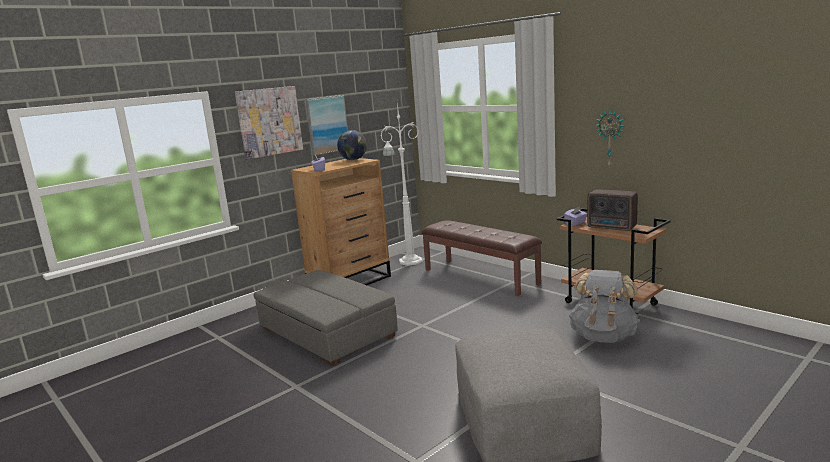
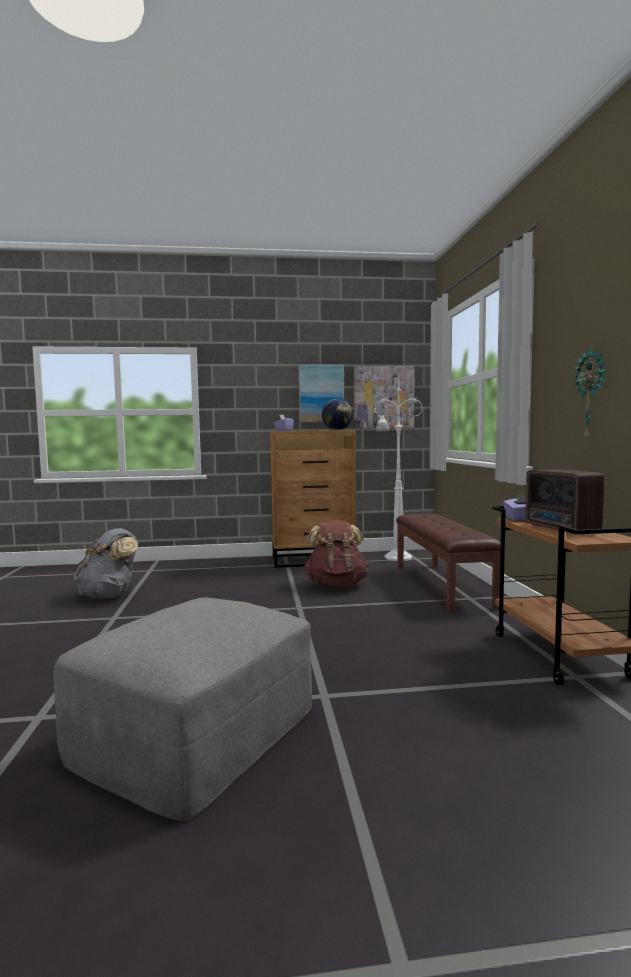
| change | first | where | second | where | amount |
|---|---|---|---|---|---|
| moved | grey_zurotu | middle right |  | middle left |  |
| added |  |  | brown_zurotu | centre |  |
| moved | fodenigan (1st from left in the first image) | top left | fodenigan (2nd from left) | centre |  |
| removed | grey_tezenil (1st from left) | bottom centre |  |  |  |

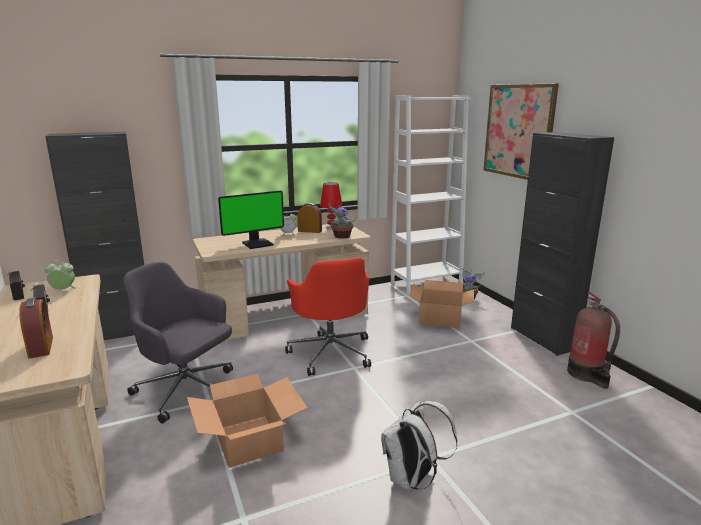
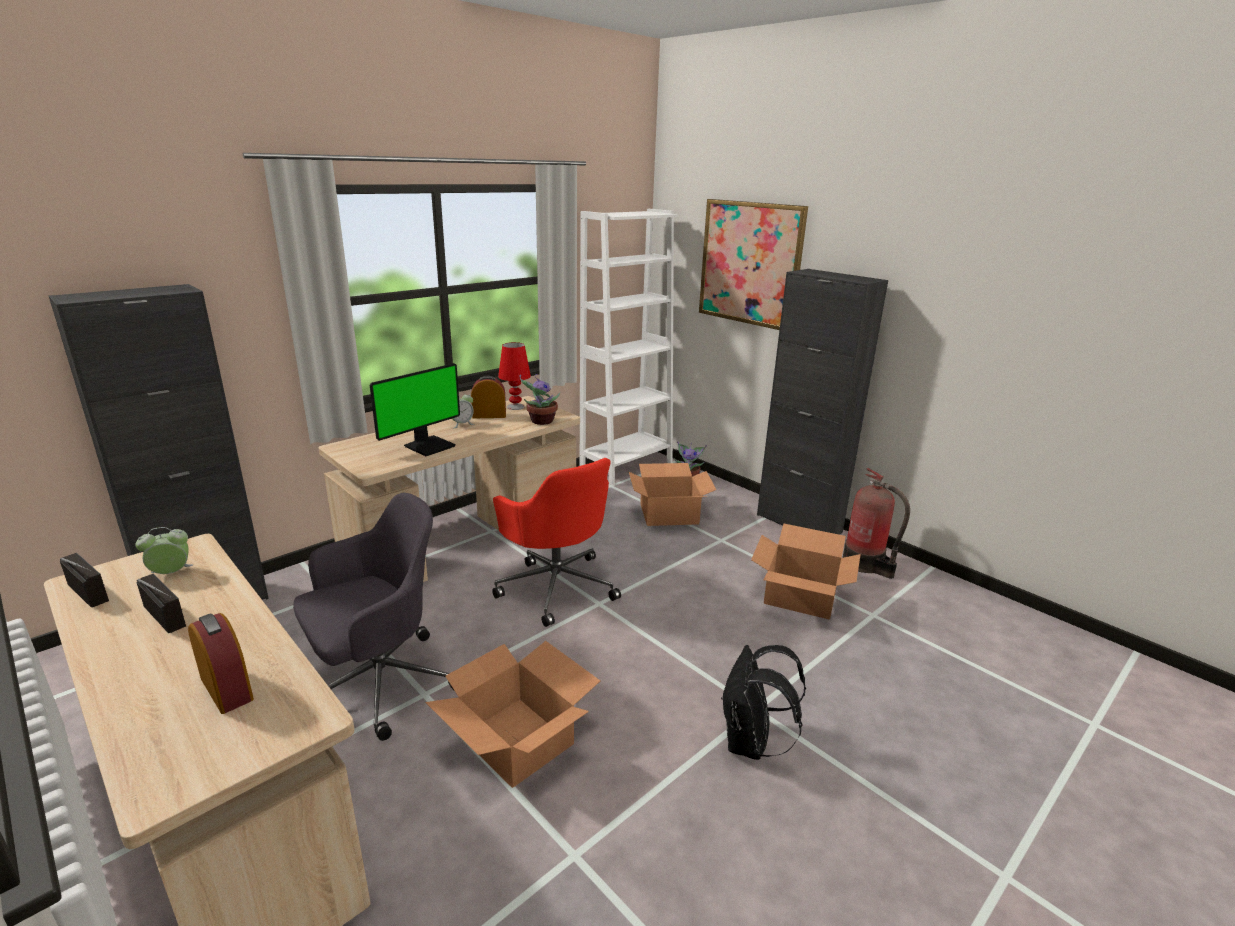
| change | first | where | second | where | amount |
|---|---|---|---|---|---|
| turned | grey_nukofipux | middle left |  | middle left | 135 degrees clockwise |
| recoloured | white_zurotu | bottom centre | black_zurotu | bottom centre |  |
| added |  |  | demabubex (3rd from left) | centre |  |

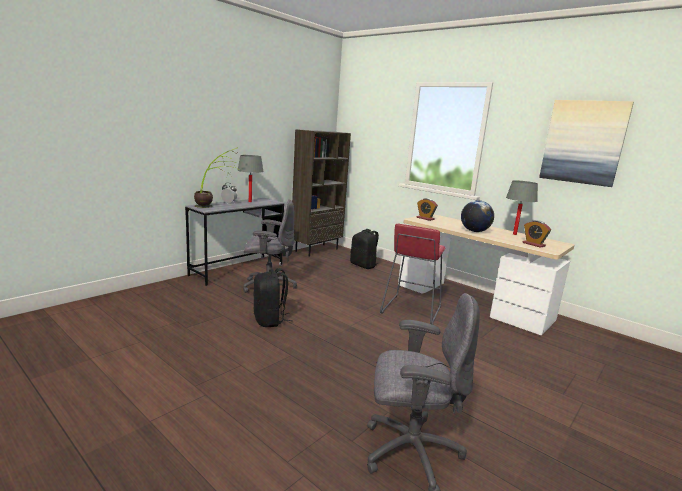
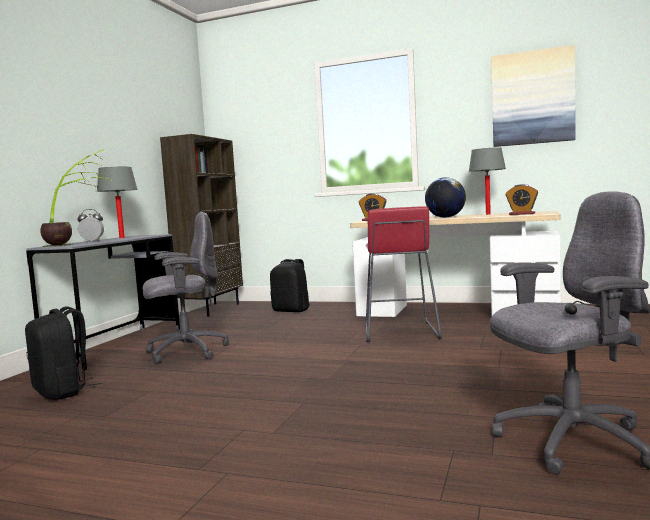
| change | first | where | second | where | amount |
|---|---|---|---|---|---|
| moved | black_zurotu (1st from left) | centre |  | bottom left |  |

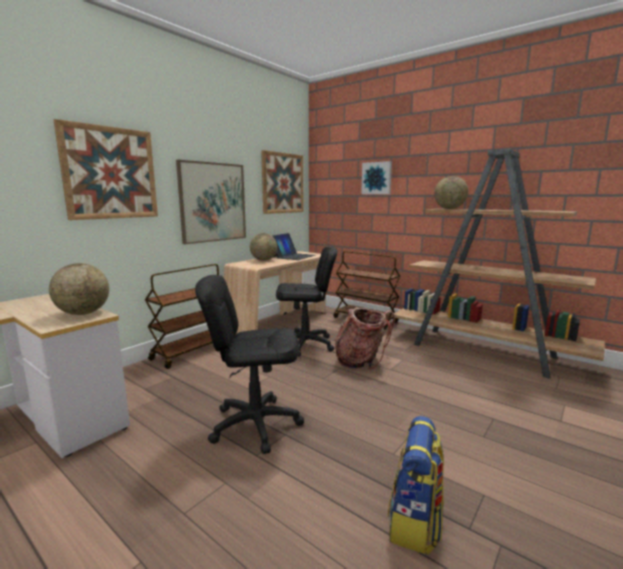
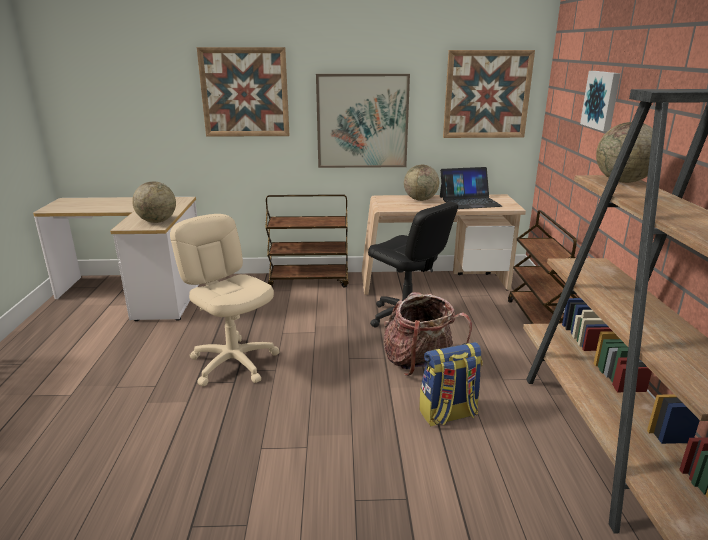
| change | first | where | second | where | amount |
|---|---|---|---|---|---|
| recoloured | black_nukofipux (1st from left) | centre | beige_nukofipux | middle left |  |
| moved | zurotu (2nd from left) | bottom right |  | bottom centre |  |

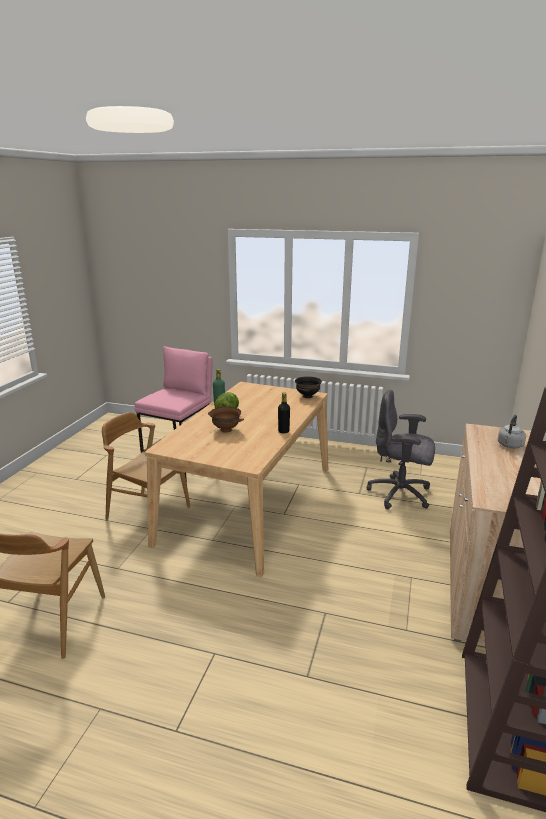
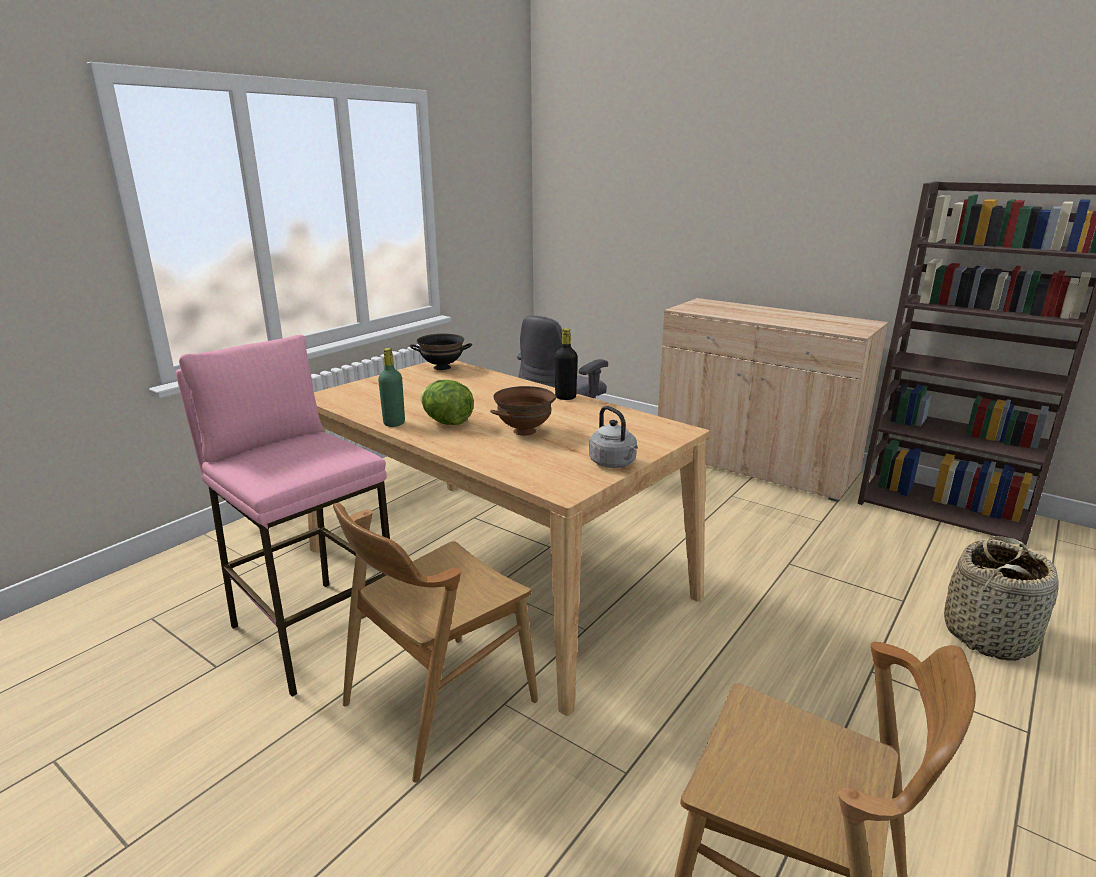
| change | first | where | second | where | amount |
|---|---|---|---|---|---|
| moved | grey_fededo | middle right |  | centre |  |
| added |  |  | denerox | bottom right |  |

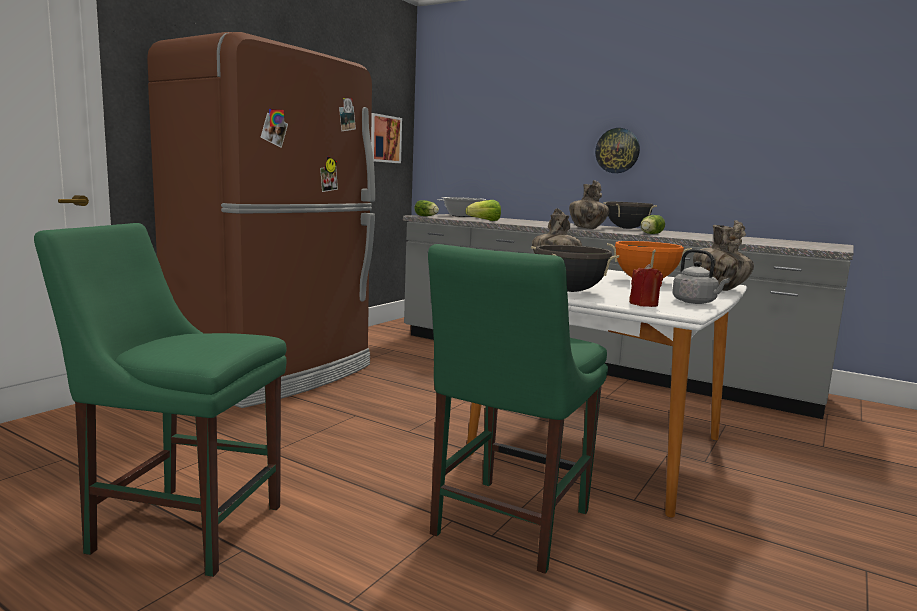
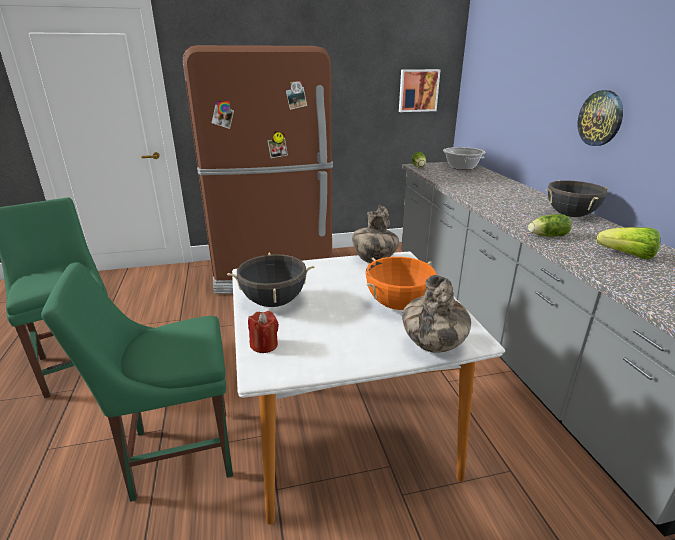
| change | first | where | second | where | amount |
|---|---|---|---|---|---|
| moved | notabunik (2nd from left in the first image) | centre | notabunik (3rd from left) | middle right |  |
| removed | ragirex (2nd from left) | centre |  |  |  |
| removed | grey_fededo | middle right |  |  |  |

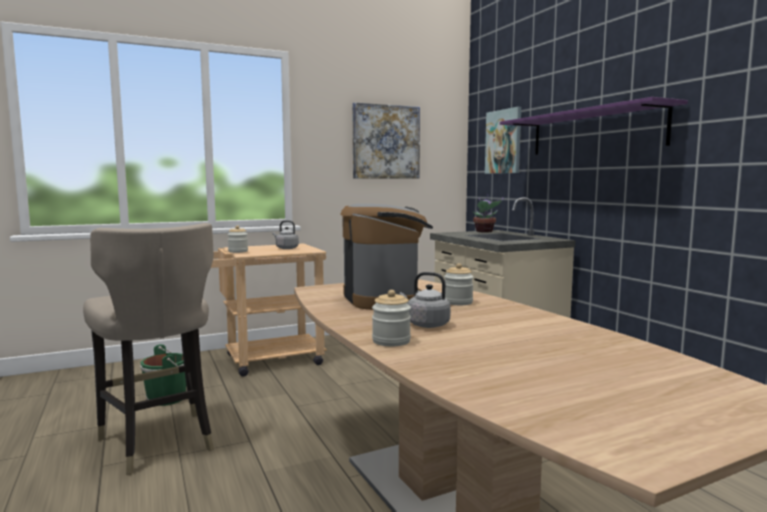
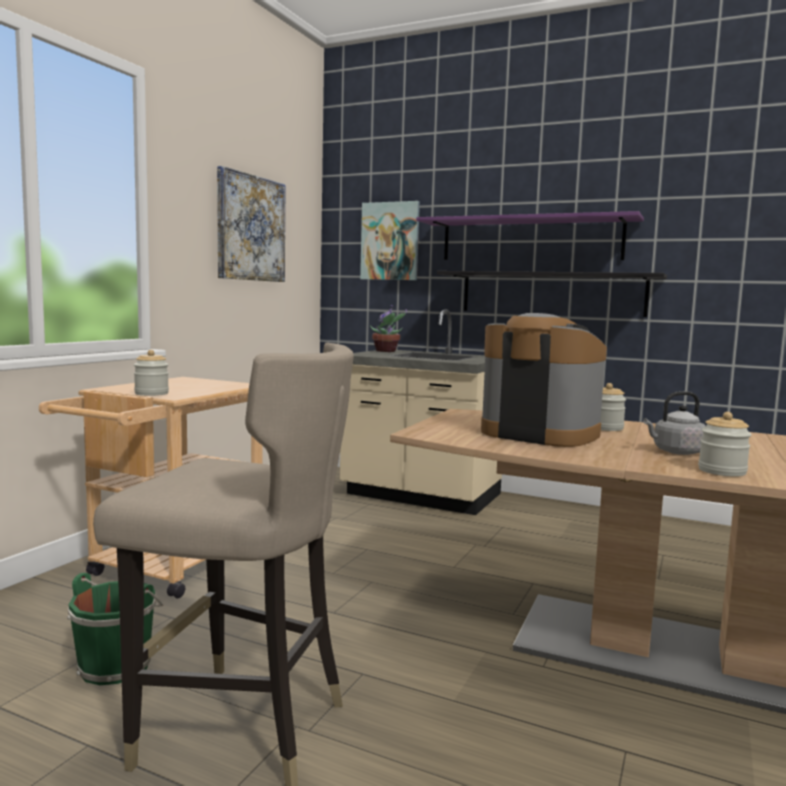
| change | first | where | second | where | amount |
|---|---|---|---|---|---|
| added |  |  | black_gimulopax | middle right |  |
| removed | grey_fededo (1st from left) | centre |  |  |  |

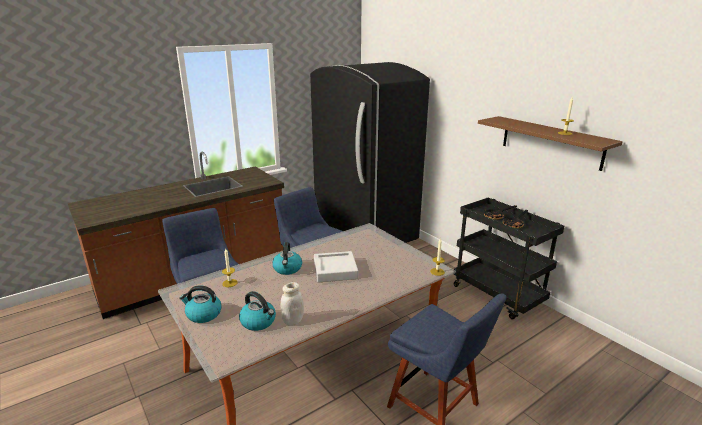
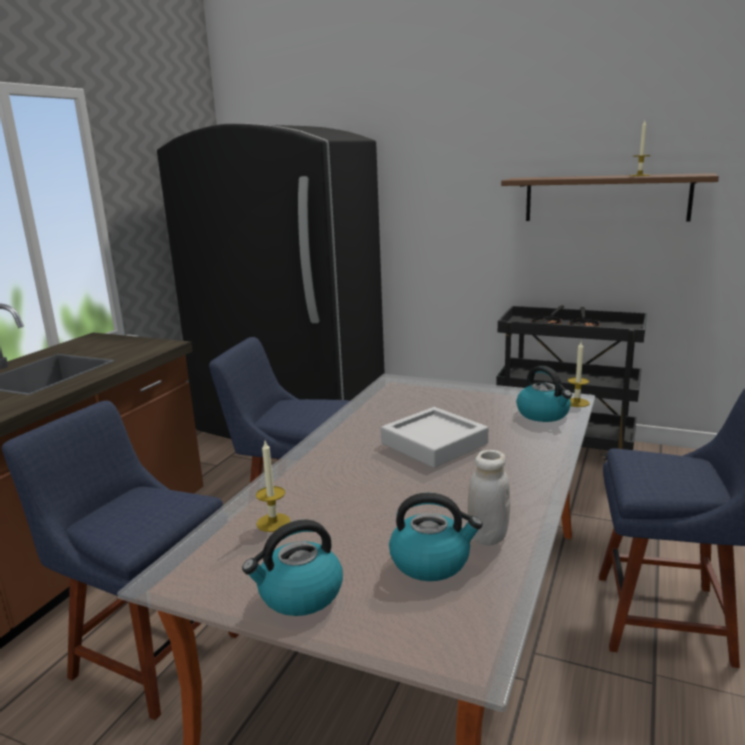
| change | first | where | second | where | amount |
|---|---|---|---|---|---|
| moved | fededo (3rd from left) | centre |  | middle right |  |

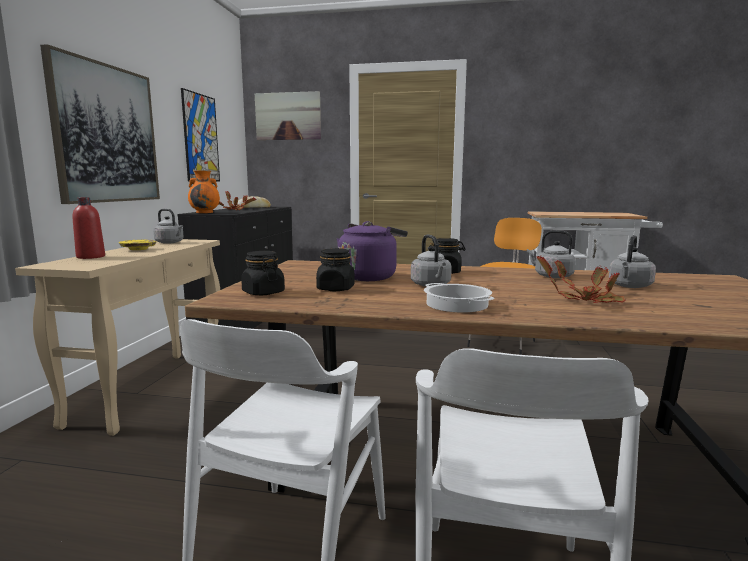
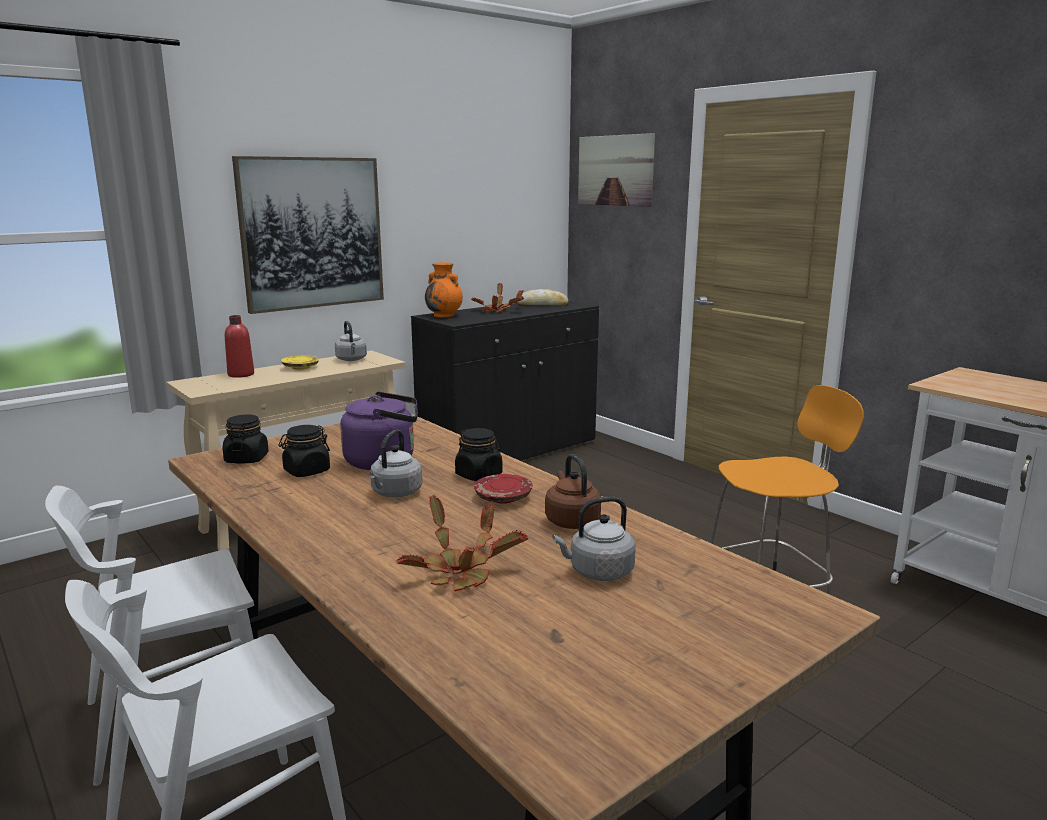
| change | first | where | second | where | amount |
|---|---|---|---|---|---|
| added |  |  | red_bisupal | centre |  |
| recoloured | grey_fededo (3rd from left) | middle right | brown_fededo | centre |  |
| removed | fodenigan (2nd from left) | top left |  |  |  |
| removed | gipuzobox | centre |  |  |  |

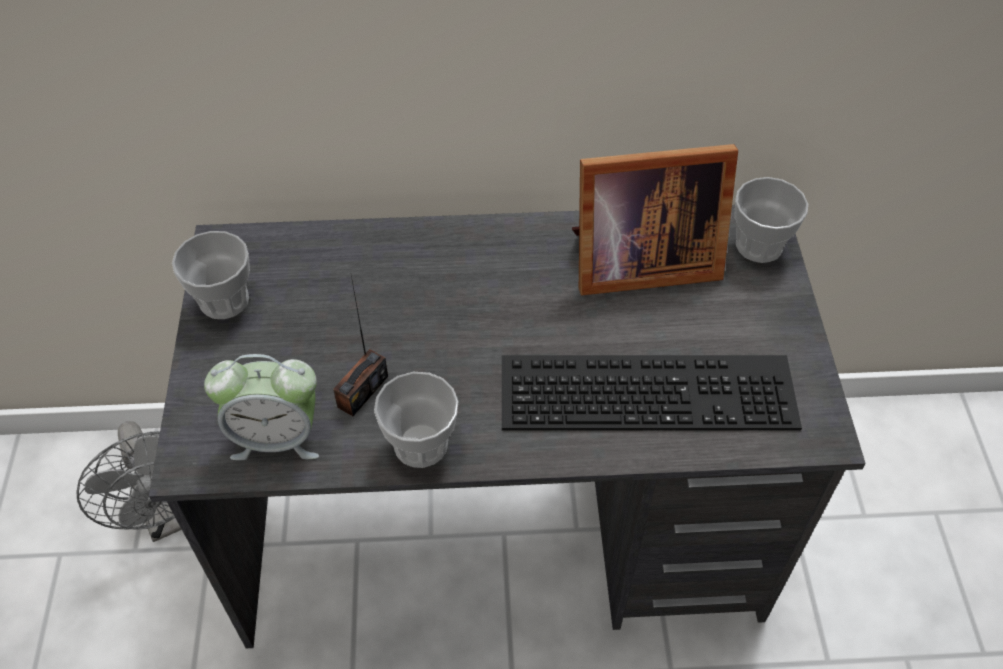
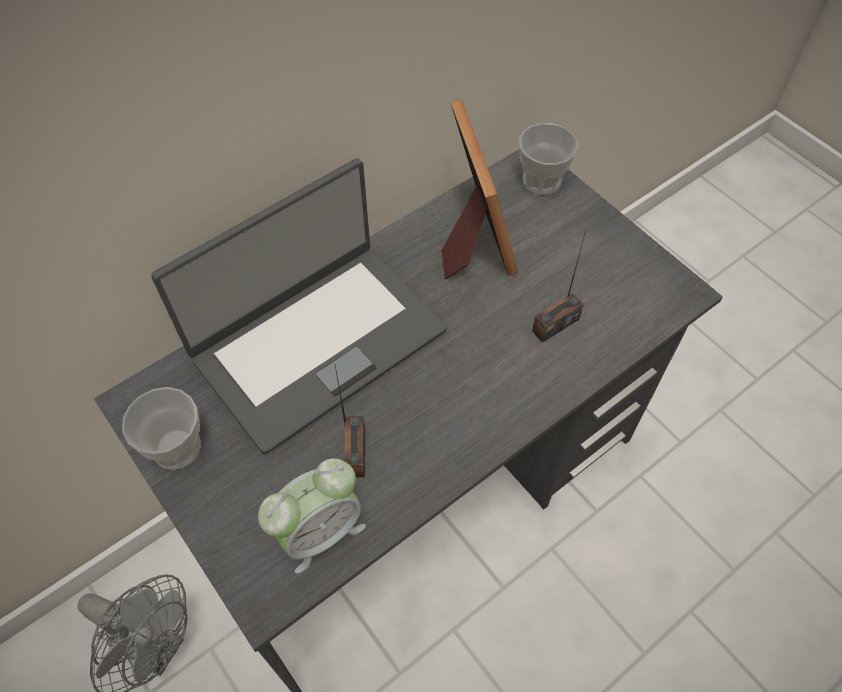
| change | first | where | second | where | amount |
|---|---|---|---|---|---|
| added |  |  | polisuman | centre |  |
| turned | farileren | top centre |  | top centre | 60 degrees counterclockwise |
| replaced | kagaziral | centre | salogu (2nd from left) | centre |  |
| removed | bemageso (2nd from left) | centre |  |  |  |

